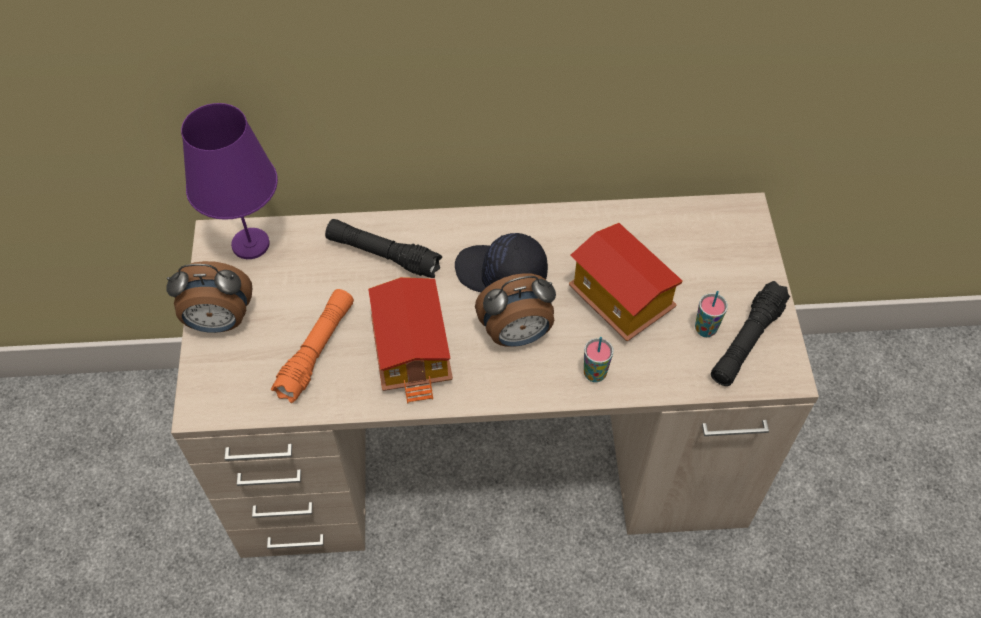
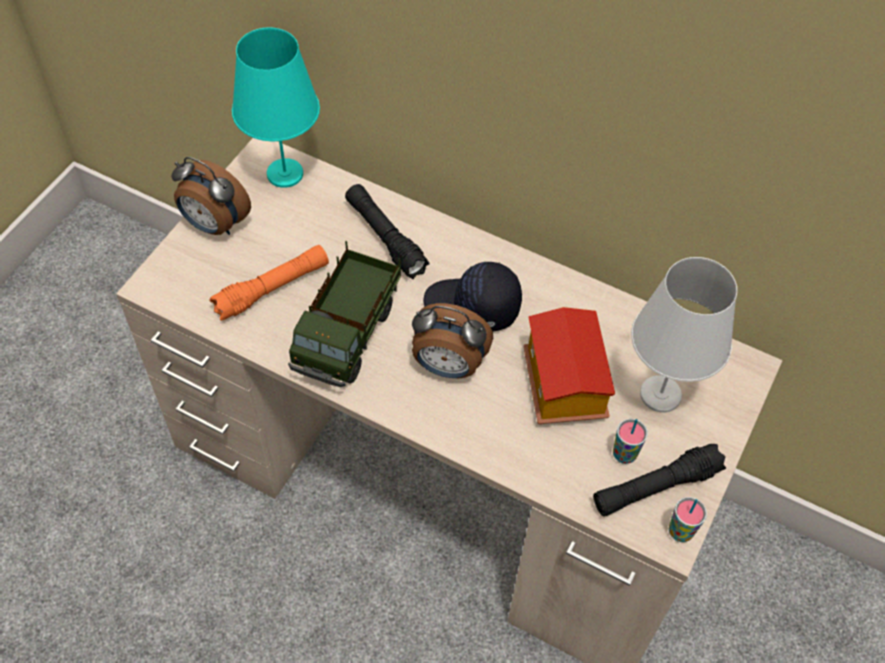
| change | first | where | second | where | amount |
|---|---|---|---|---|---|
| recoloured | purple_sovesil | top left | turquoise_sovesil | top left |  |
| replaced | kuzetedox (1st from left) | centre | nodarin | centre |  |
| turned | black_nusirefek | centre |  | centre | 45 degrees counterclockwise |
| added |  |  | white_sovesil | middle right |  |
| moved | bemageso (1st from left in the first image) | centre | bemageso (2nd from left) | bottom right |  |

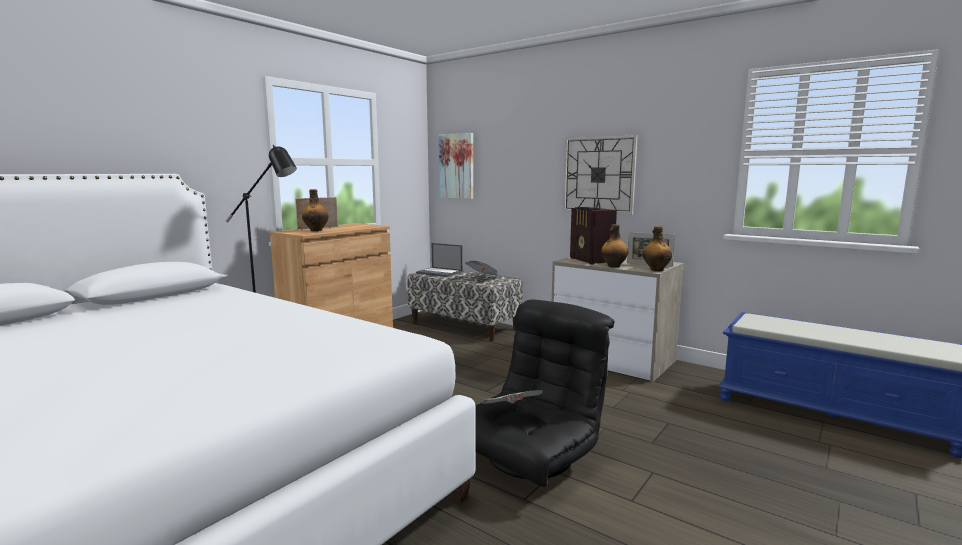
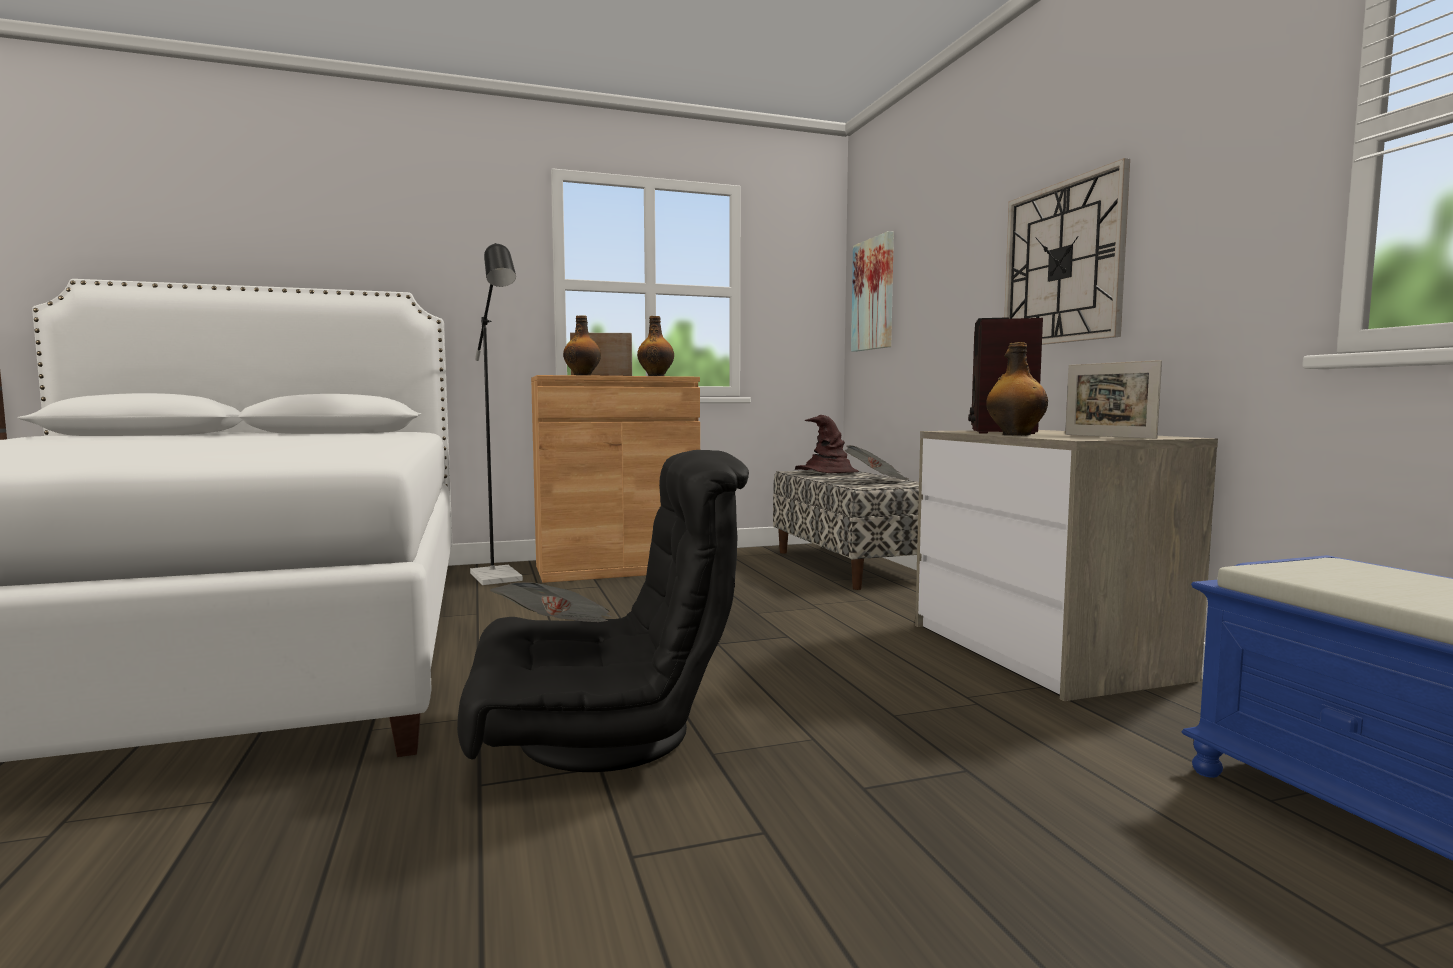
| change | first | where | second | where | amount |
|---|---|---|---|---|---|
| moved | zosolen (3rd from left in the first image) | middle right | zosolen (2nd from left) | centre |  |
| replaced | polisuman | centre | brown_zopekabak | centre |  |

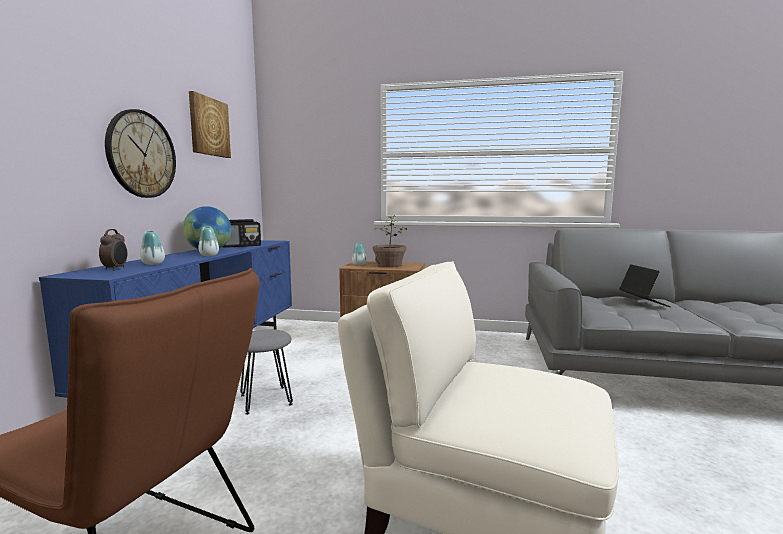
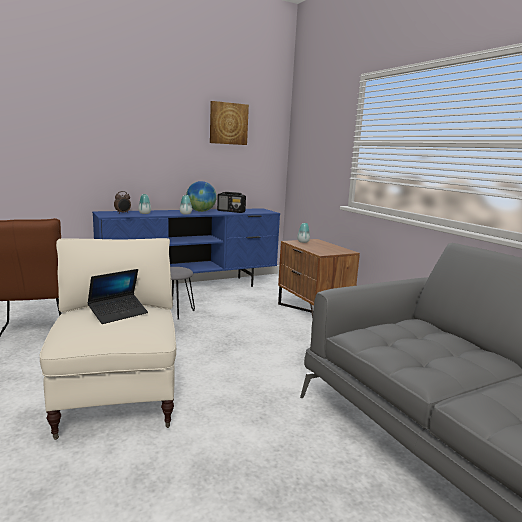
| change | first | where | second | where | amount |
|---|---|---|---|---|---|
| moved | polisuman | middle right |  | middle left |  |
| removed | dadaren | top left |  |  |  |
| removed | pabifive | centre |  |  |  |

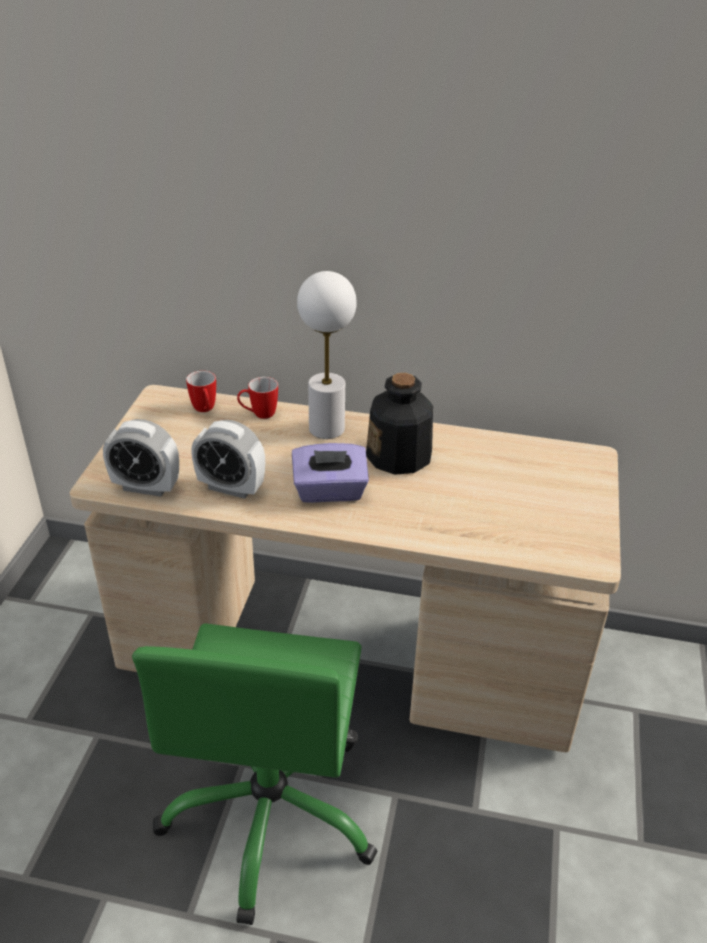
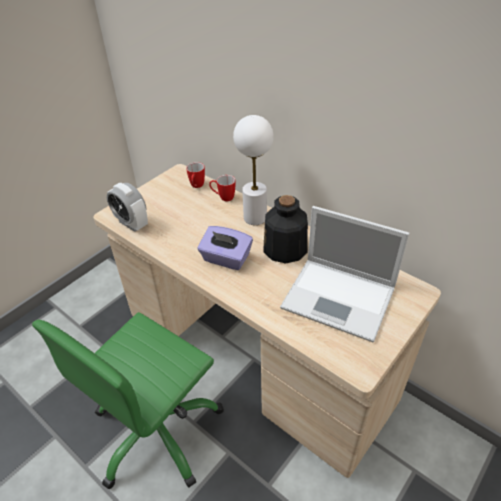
| change | first | where | second | where | amount |
|---|---|---|---|---|---|
| added |  |  | polisuman | middle right |  |
| removed | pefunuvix (2nd from left) | middle left |  |  |  |

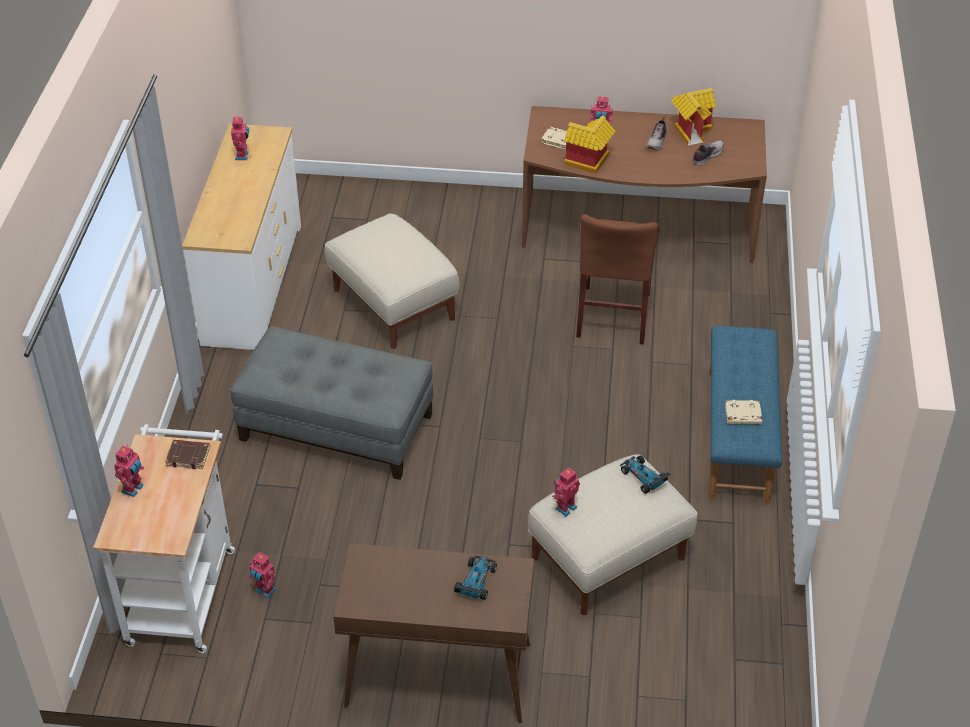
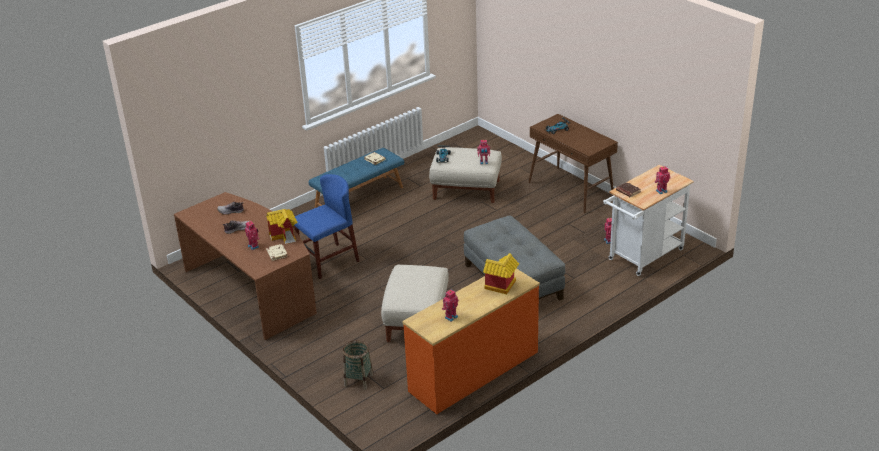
| change | first | where | second | where | amount |
|---|---|---|---|---|---|
| recoloured | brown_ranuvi | centre | blue_ranuvi | centre |  |
| added |  |  | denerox | bottom centre |  |
| recoloured | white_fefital | top left | orange_fefital | bottom centre |  |
| moved | kuzetedox (2nd from left) | top right |  | centre |  |

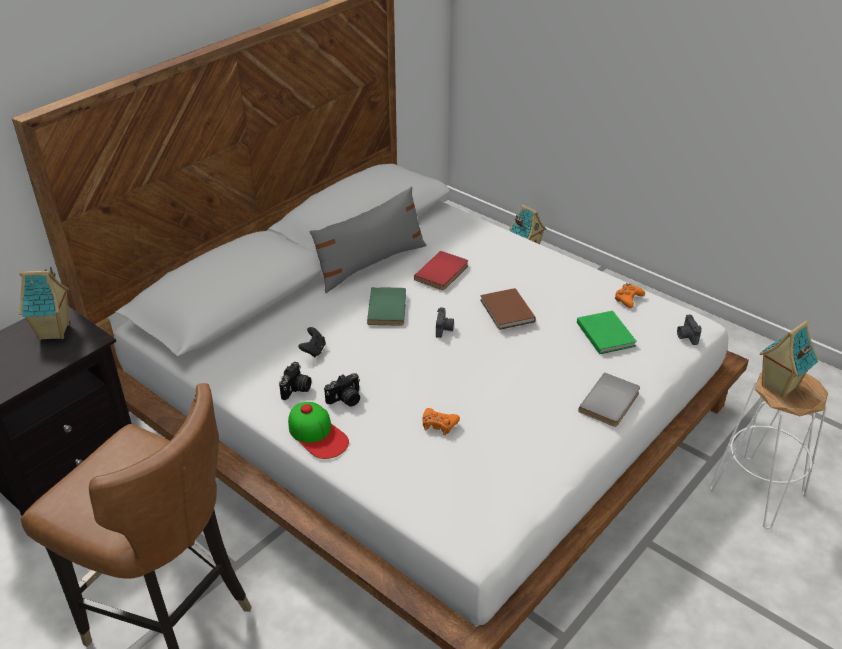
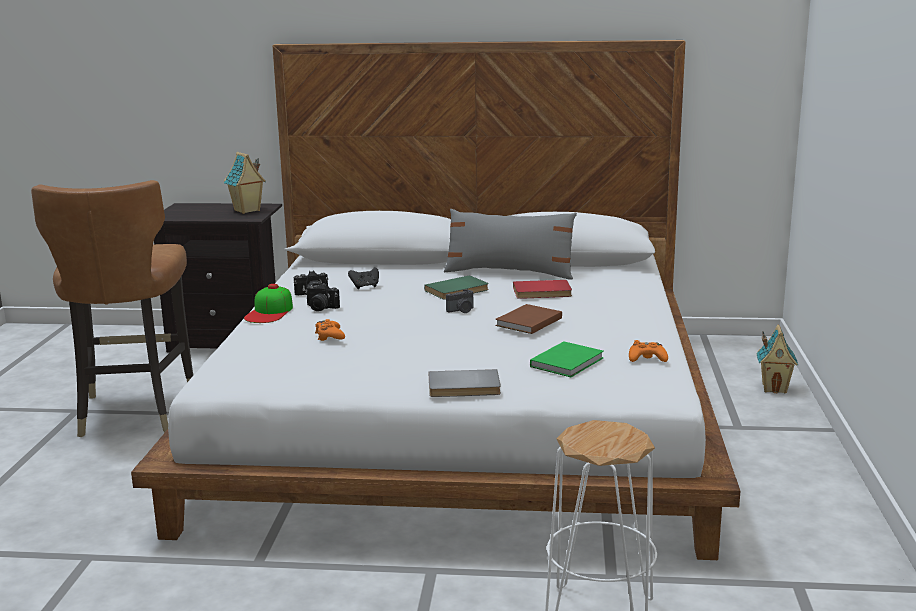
| change | first | where | second | where | amount |
|---|---|---|---|---|---|
| removed | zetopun (4th from left) | middle right |  |  |  |
| removed | kuzetedox (3rd from left) | middle right |  |  |  |

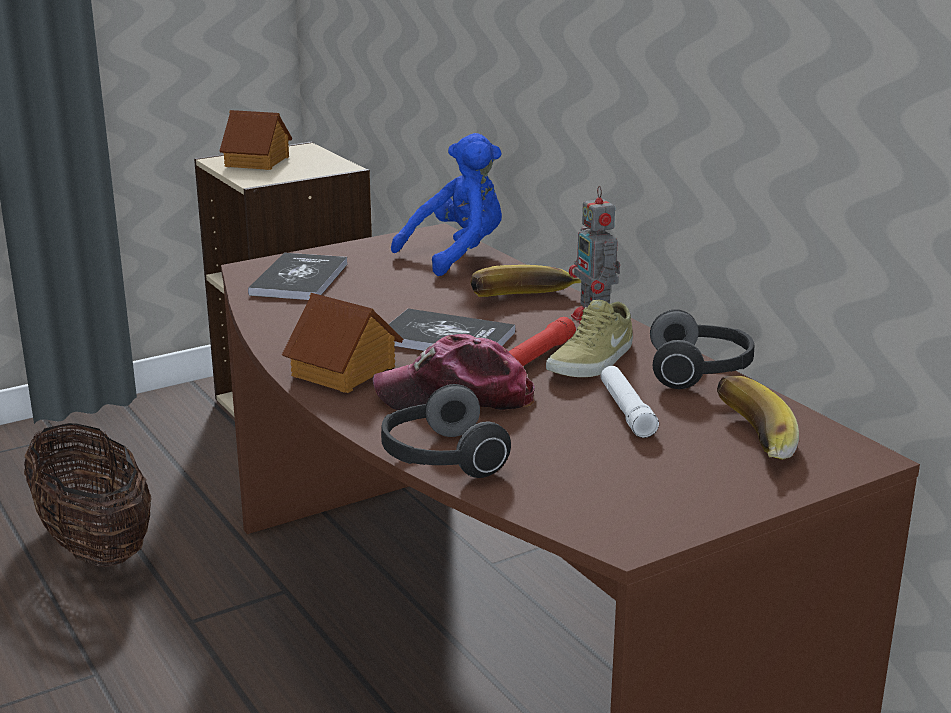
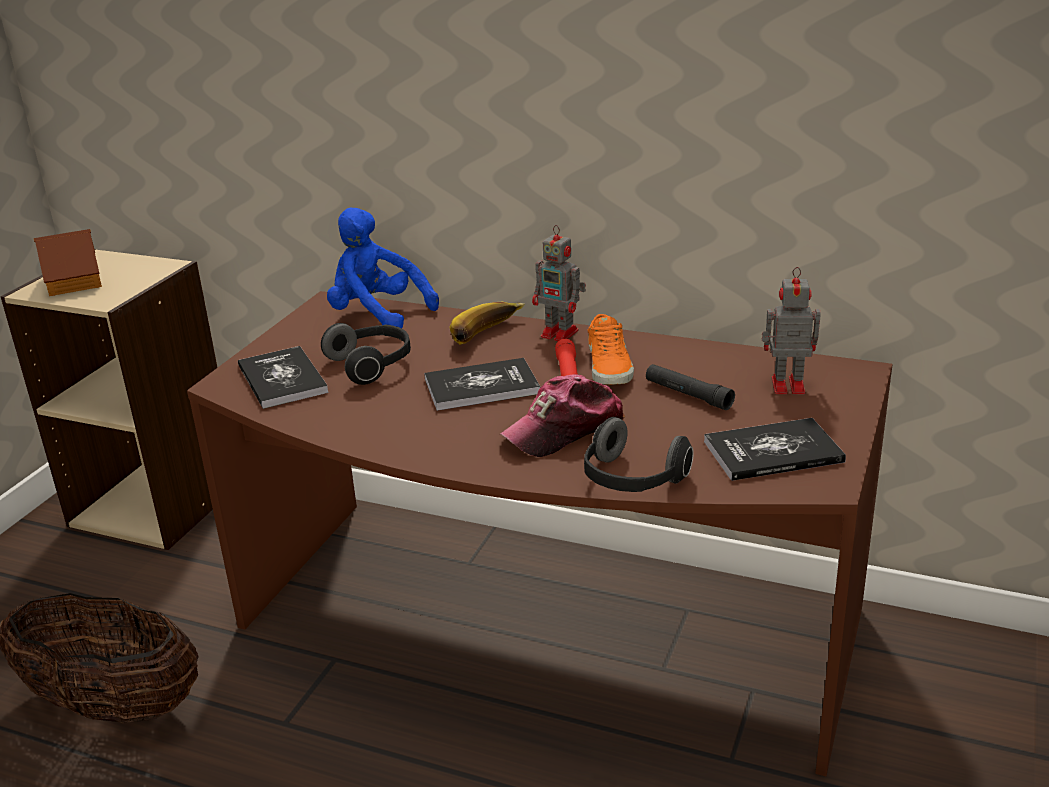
| change | first | where | second | where | amount |
|---|---|---|---|---|---|
| moved | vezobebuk (2nd from left in the first image) | middle right | vezobebuk (1st from left) | centre |  |
| turned | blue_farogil | top centre |  | centre | 75 degrees counterclockwise |
| recoloured | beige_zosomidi | centre | orange_zosomidi | centre |  |
| recoloured | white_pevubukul | centre | black_pevubukul | centre |  |
| added |  |  | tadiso (3rd from left) | middle right |  |
| replaced | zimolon (2nd from left) | middle right | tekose (2nd from left) | middle right |  |
| removed | kuzetedox (2nd from left) | centre |  |  |  |

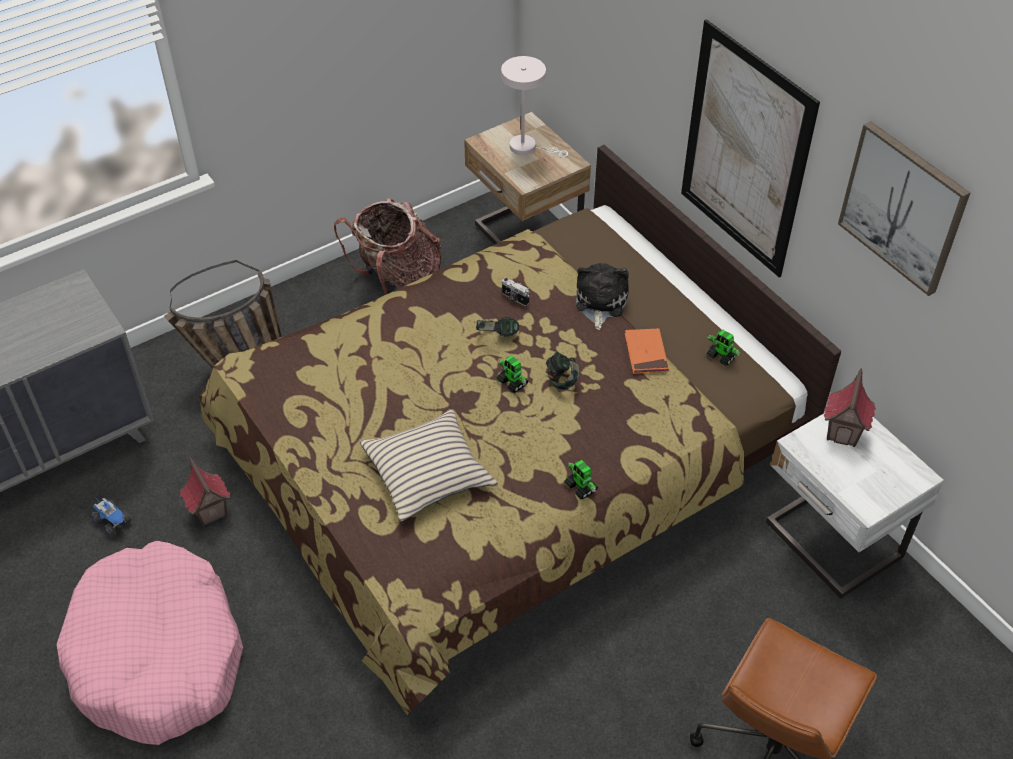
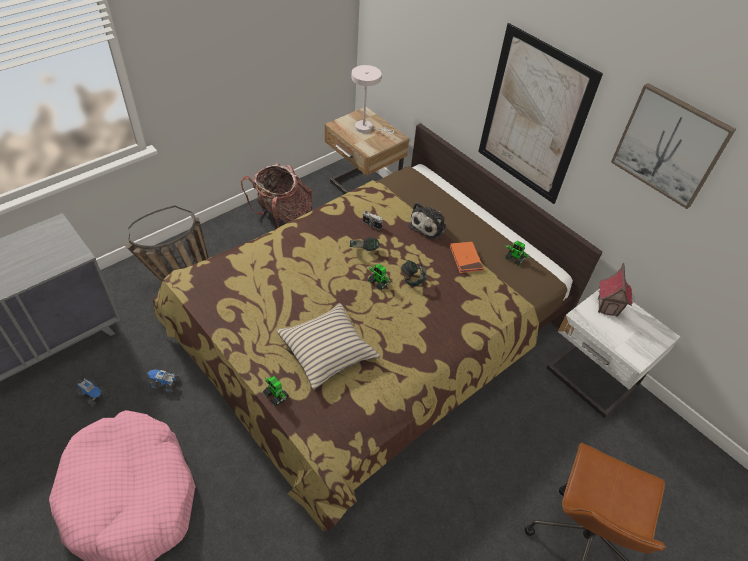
| change | first | where | second | where | amount |
|---|---|---|---|---|---|
| replaced | kuzetedox (1st from left) | middle left | nodarin (2nd from left) | bottom left |  |
| moved | tekose (2nd from left in the first image) | centre | tekose (1st from left) | bottom centre |  |
| turned | farogil | centre |  | centre | 150 degrees counterclockwise |

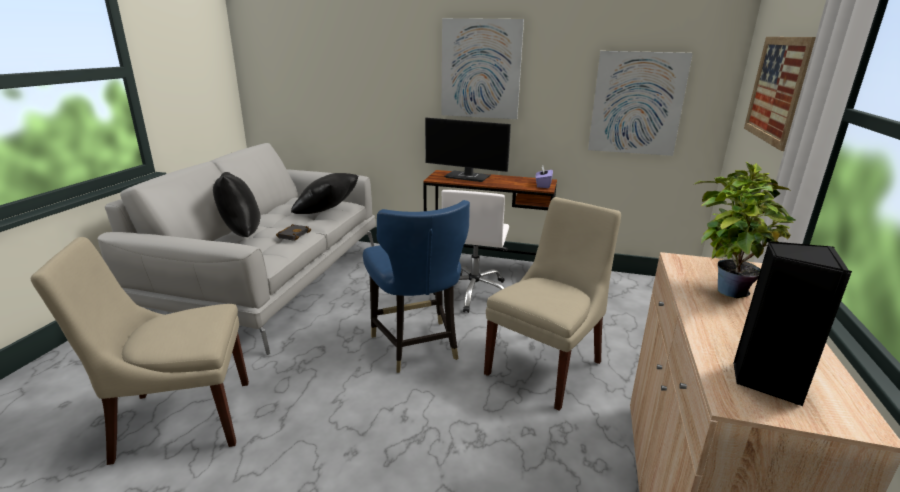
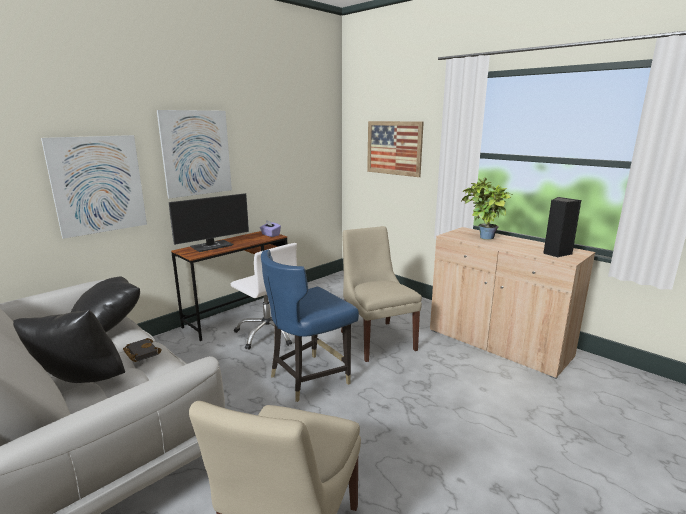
| change | first | where | second | where | amount |
|---|---|---|---|---|---|
| moved | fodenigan (2nd from left in the first image) | top right | fodenigan (1st from left) | middle left |  |
| turned | blue_ranuvi | centre |  | centre | 135 degrees clockwise |

